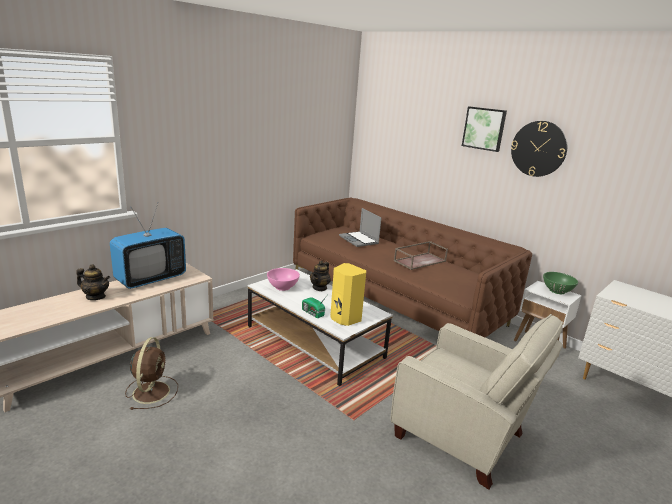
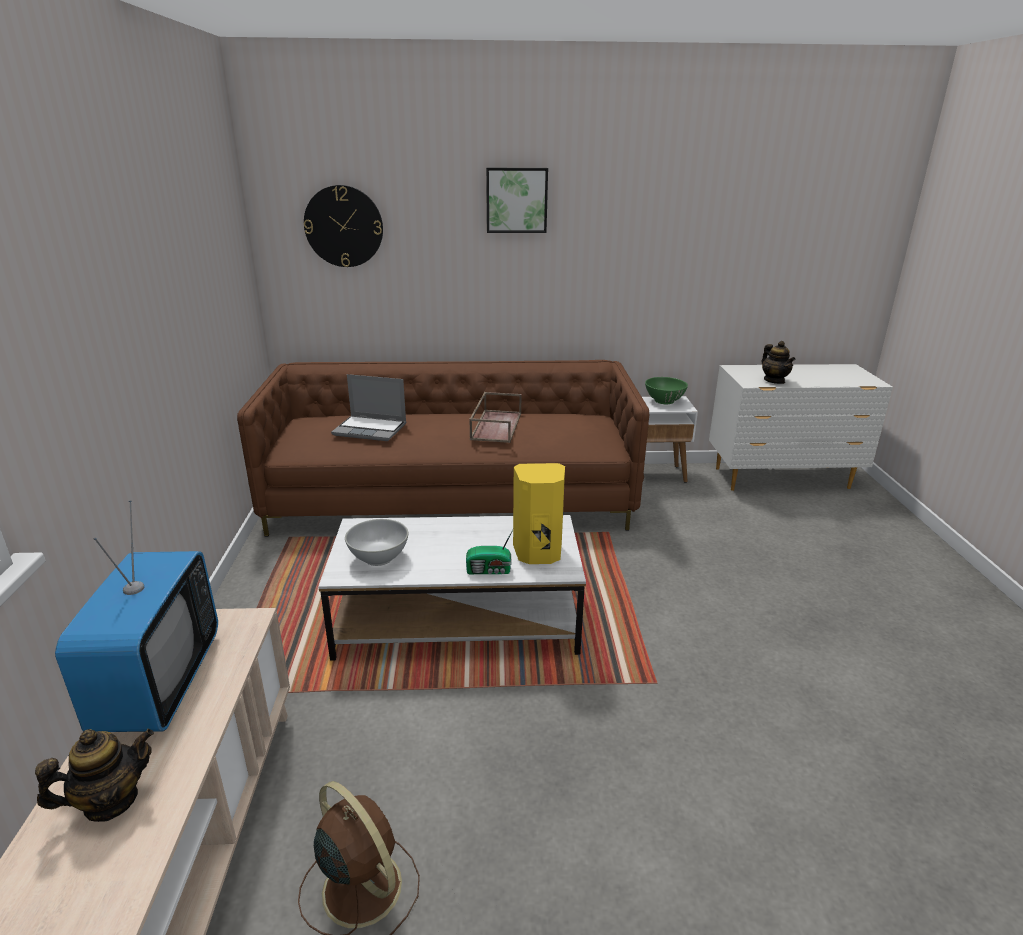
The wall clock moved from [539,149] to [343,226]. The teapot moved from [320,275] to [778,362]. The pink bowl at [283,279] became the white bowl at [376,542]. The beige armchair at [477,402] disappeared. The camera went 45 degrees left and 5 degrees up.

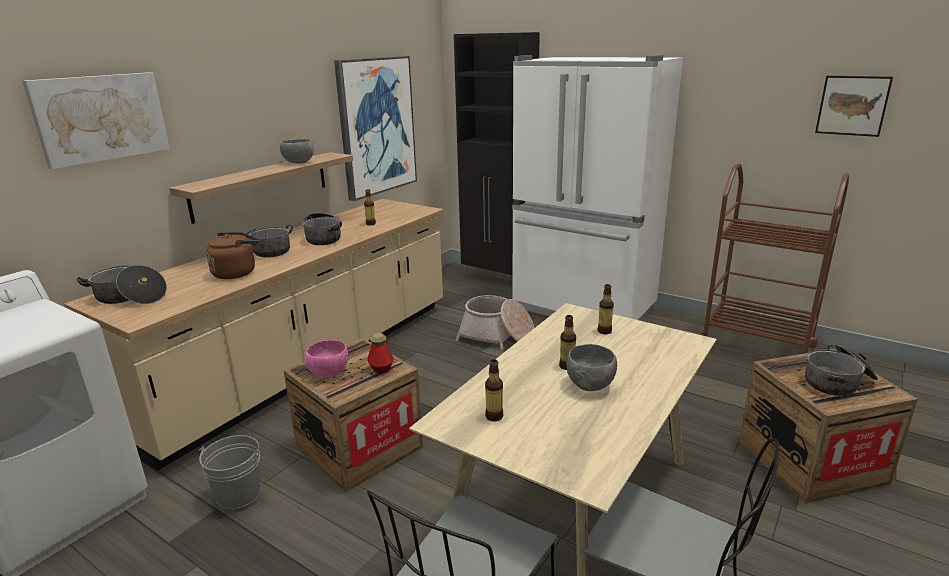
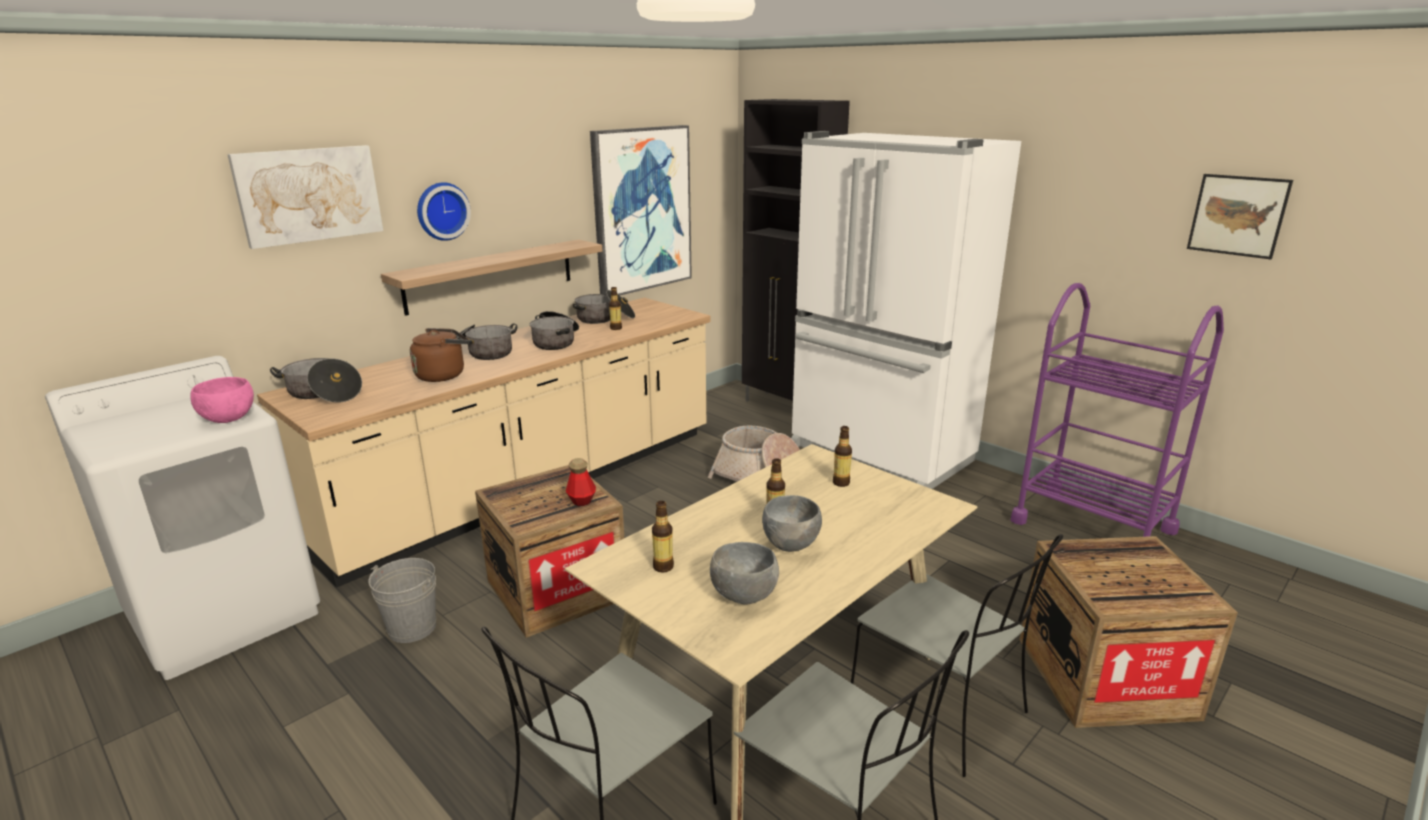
The grey bowl moved from [297,151] to [744,573]. The brown cart at [776,258] became the purple cart at [1117,410]. The pink bowl moved from [326,359] to [222,400]. The cooking pot moved from [841,370] to [604,307]. The wall clock at [444,211] appeared. The grey chair at [957,655] appeared. The camera went 10 degrees right and 0 degrees up.

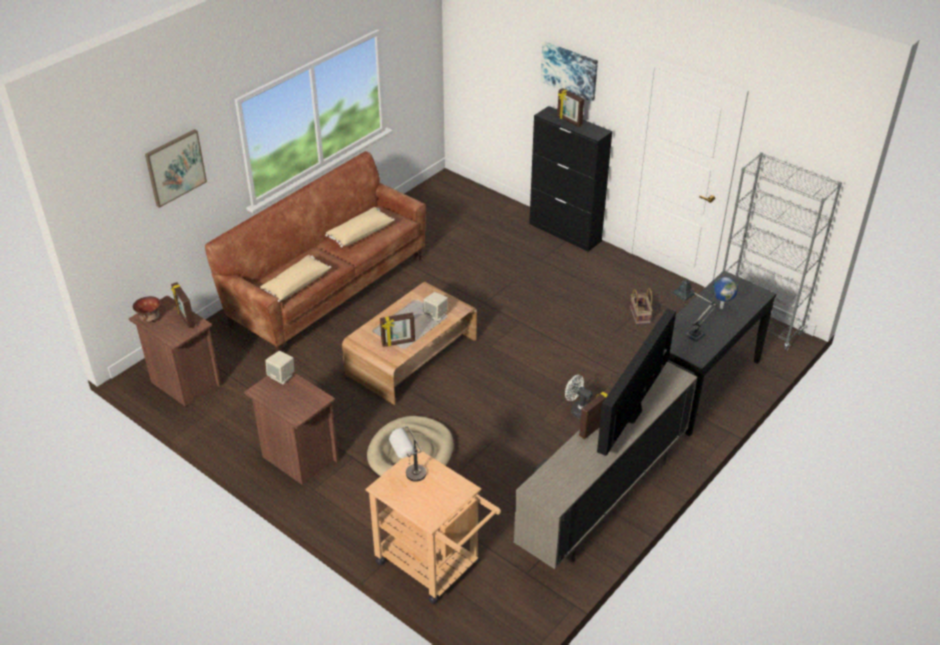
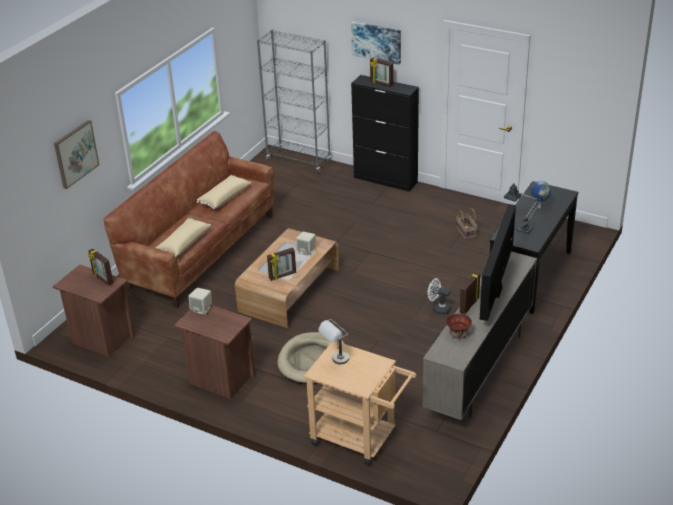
The grey bookcase moved from [782,251] to [294,101]. The bowl moved from [147,309] to [459,326]. The camera went 10 degrees left and 5 degrees down.

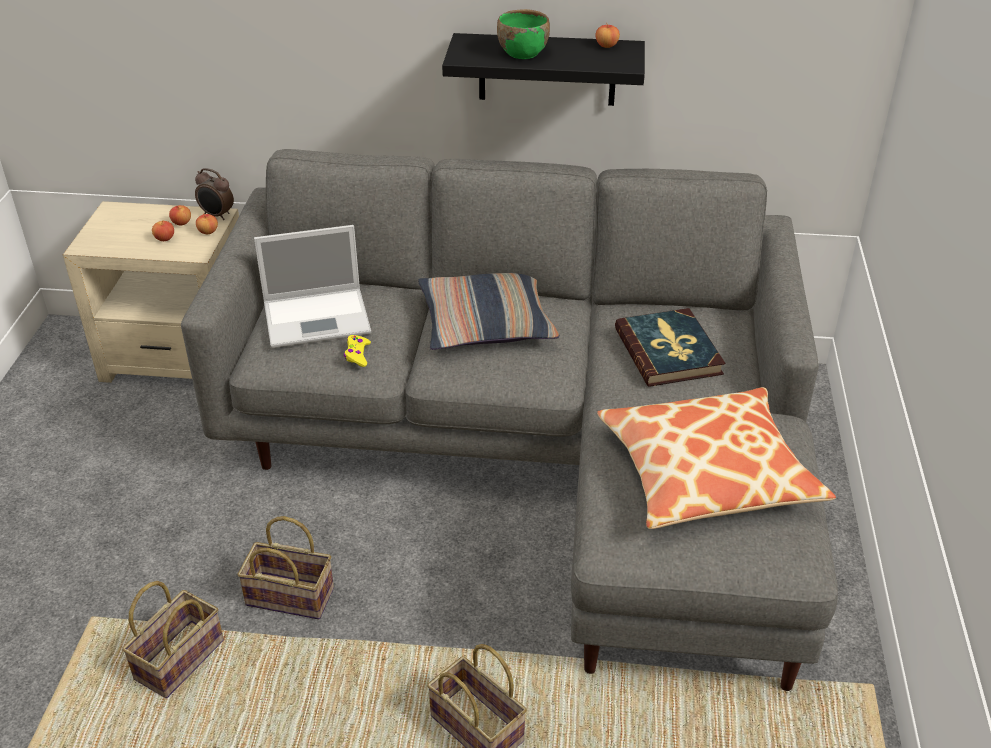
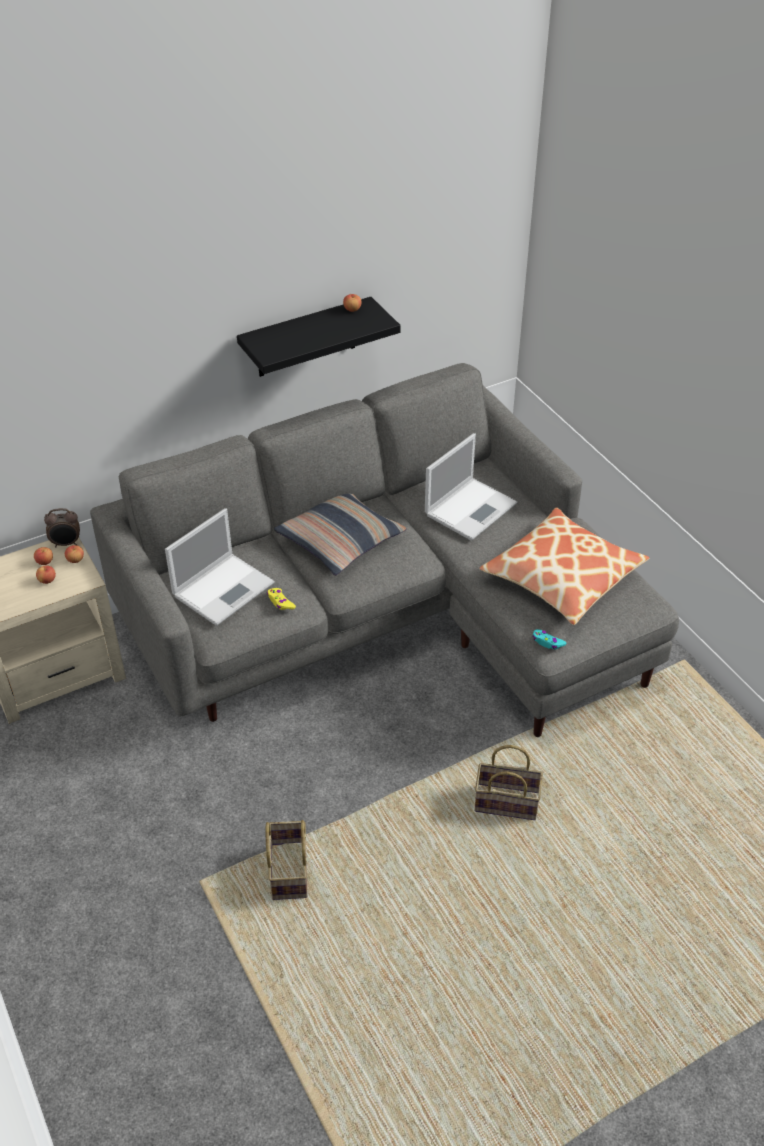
The green bowl at [523,34] disappeared. The book at [670,347] was replaced by the laptop at [471,487]. The basket at [285,567] disappeared. The turquoise game controller at [549,639] appeared. The camera went 35 degrees left and 5 degrees up.

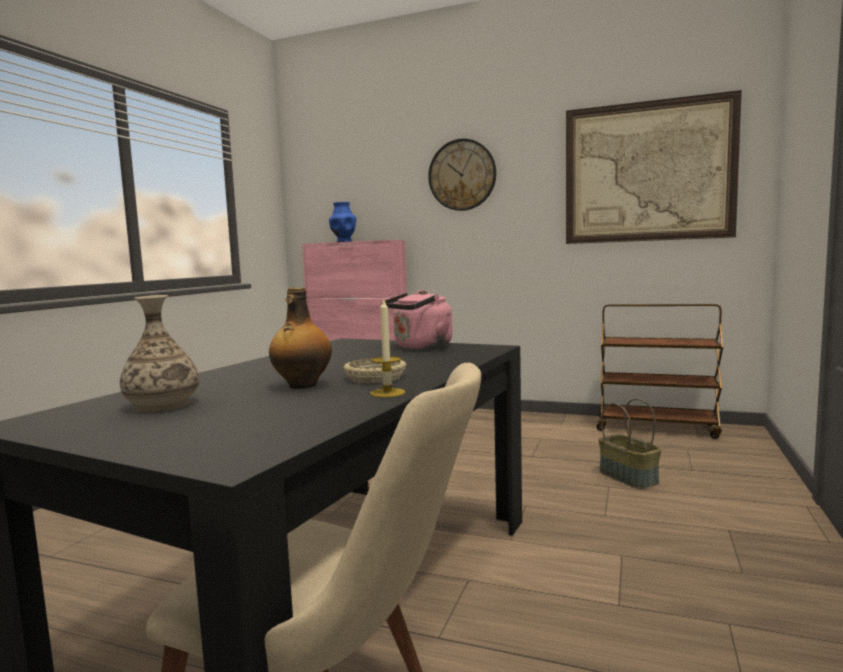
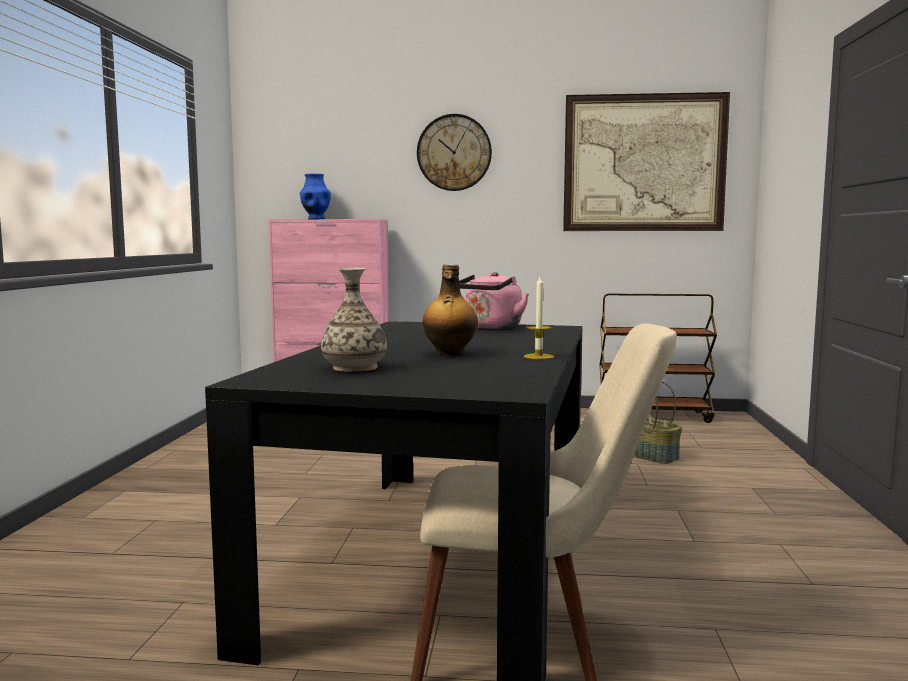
The beige bowl at [375,370] disappeared. The camera went 15 degrees left and 0 degrees up.

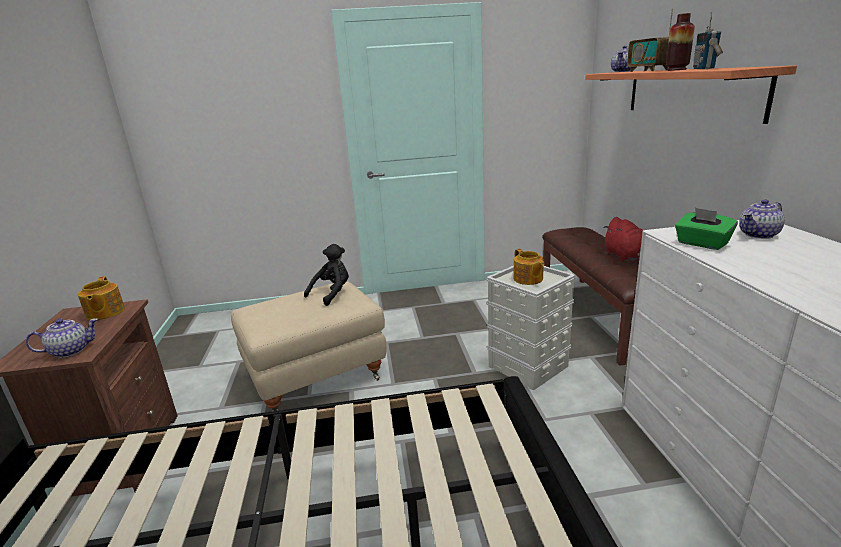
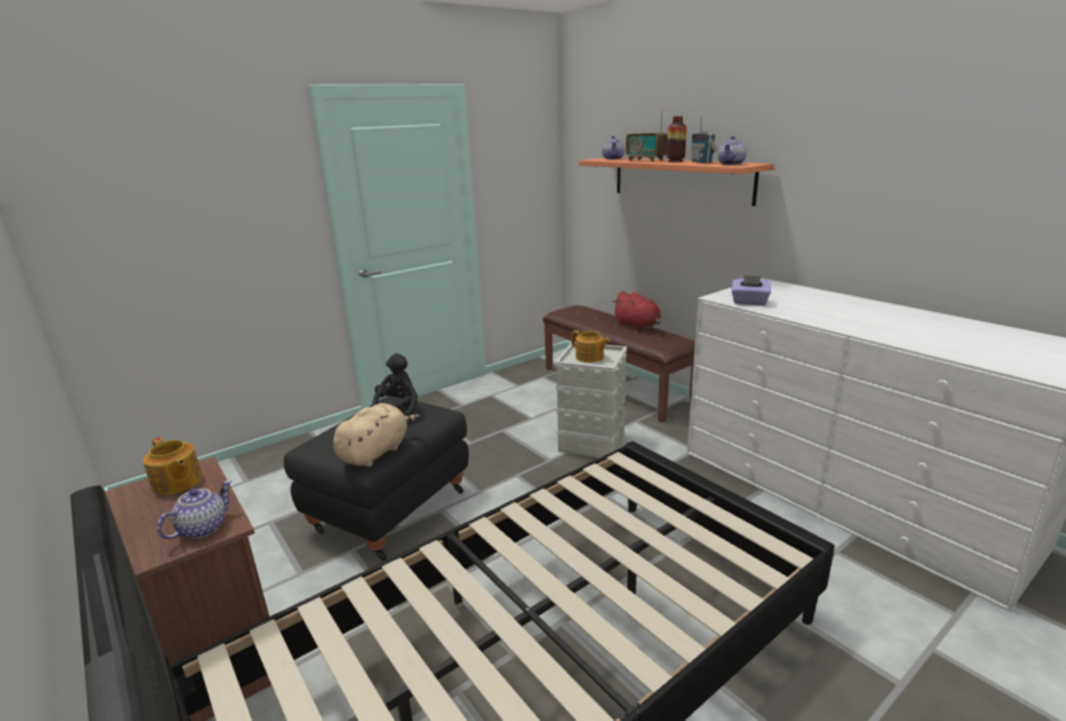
The teapot moved from [762,219] to [732,150]. The green tissue box at [706,229] became the purple tissue box at [751,290]. The beige ottoman at [309,346] became the black ottoman at [376,478]. The beige plush toy at [376,435] appeared. The camera went 30 degrees left and 0 degrees up.

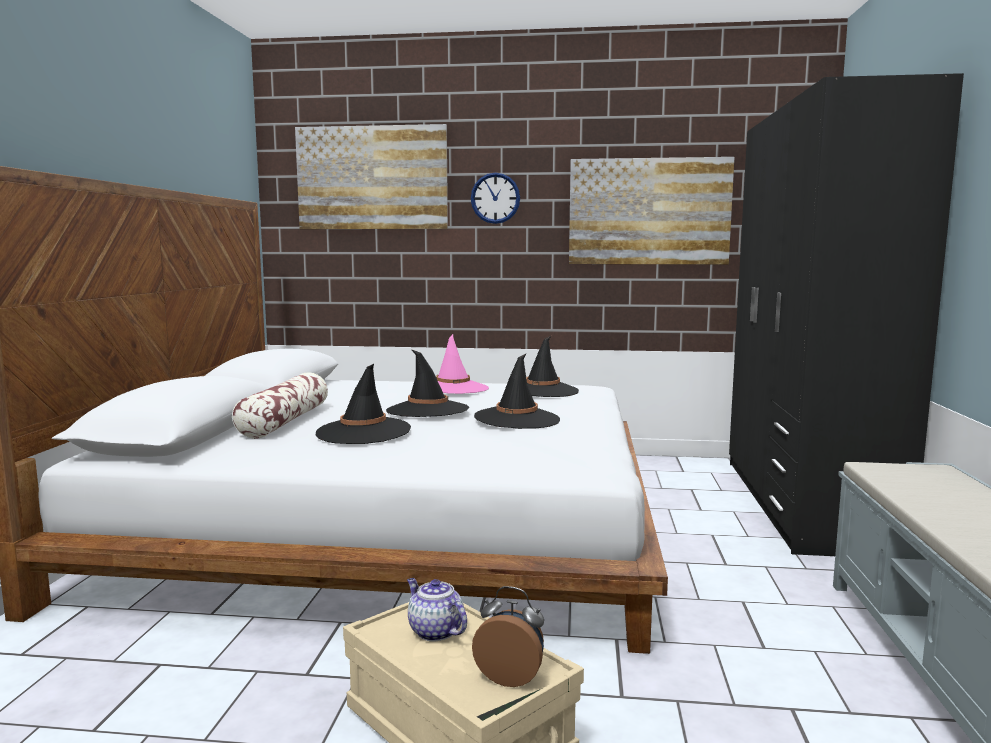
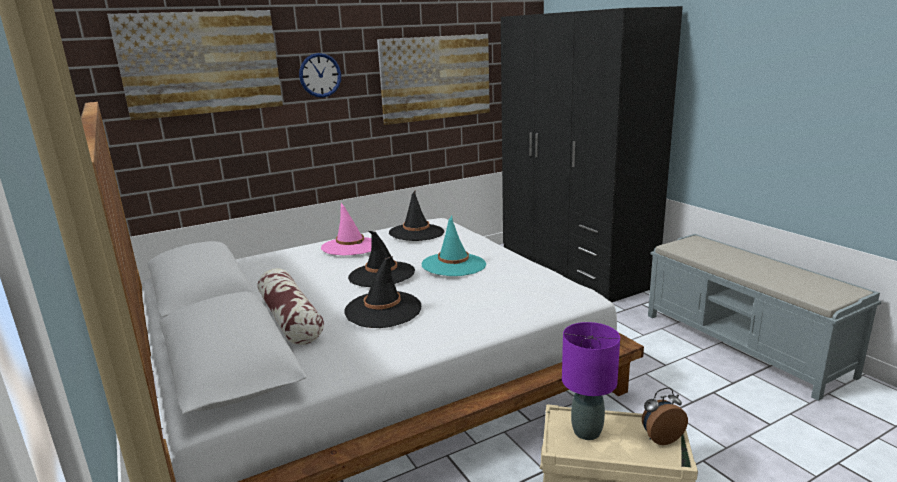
The black hat at [517,391] became the turquoise hat at [454,246]. The teapot at [437,610] was replaced by the purple table lamp at [591,381]. The camera went 35 degrees left and 10 degrees up.

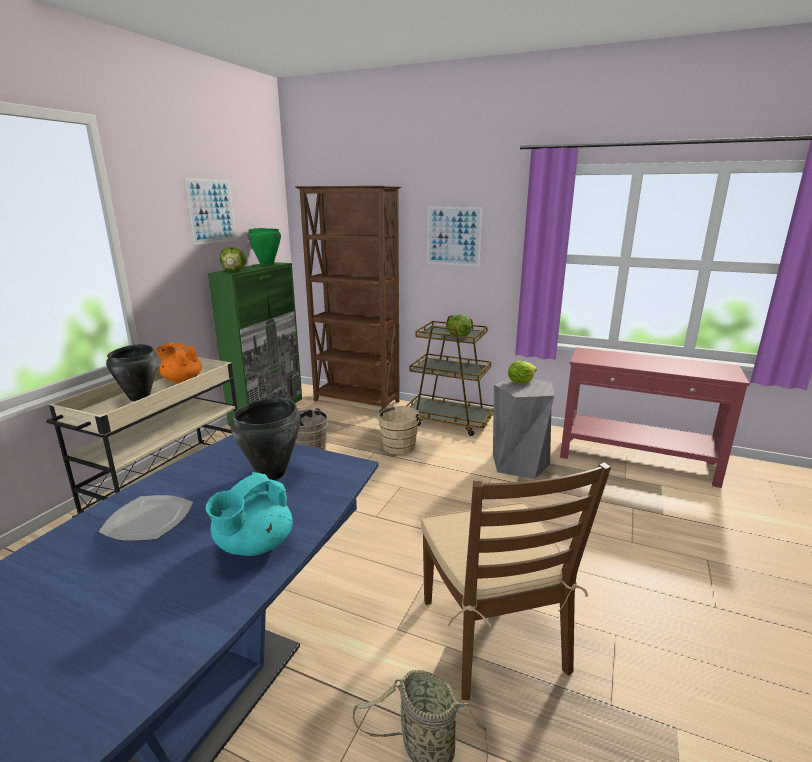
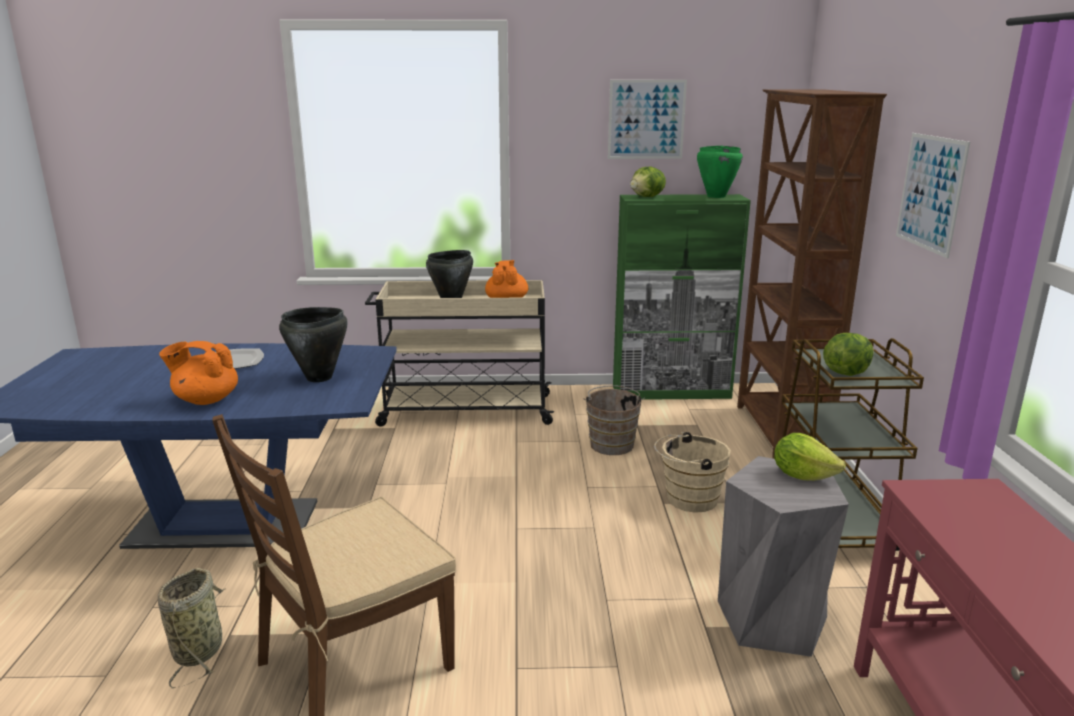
The turquoise teapot at [249,514] became the orange teapot at [198,373]. The camera went 65 degrees right and 0 degrees up.

